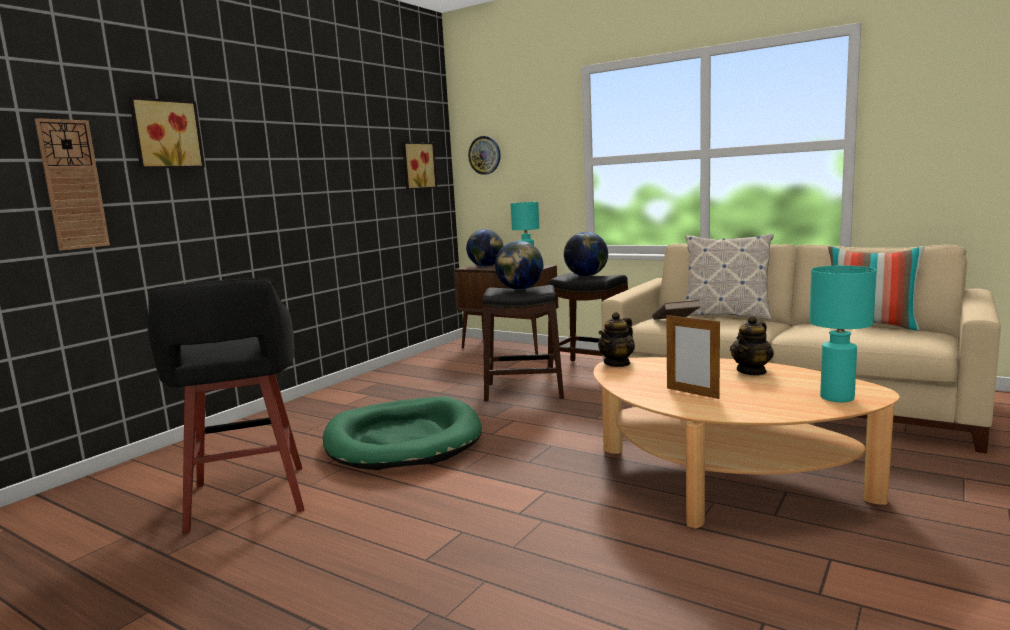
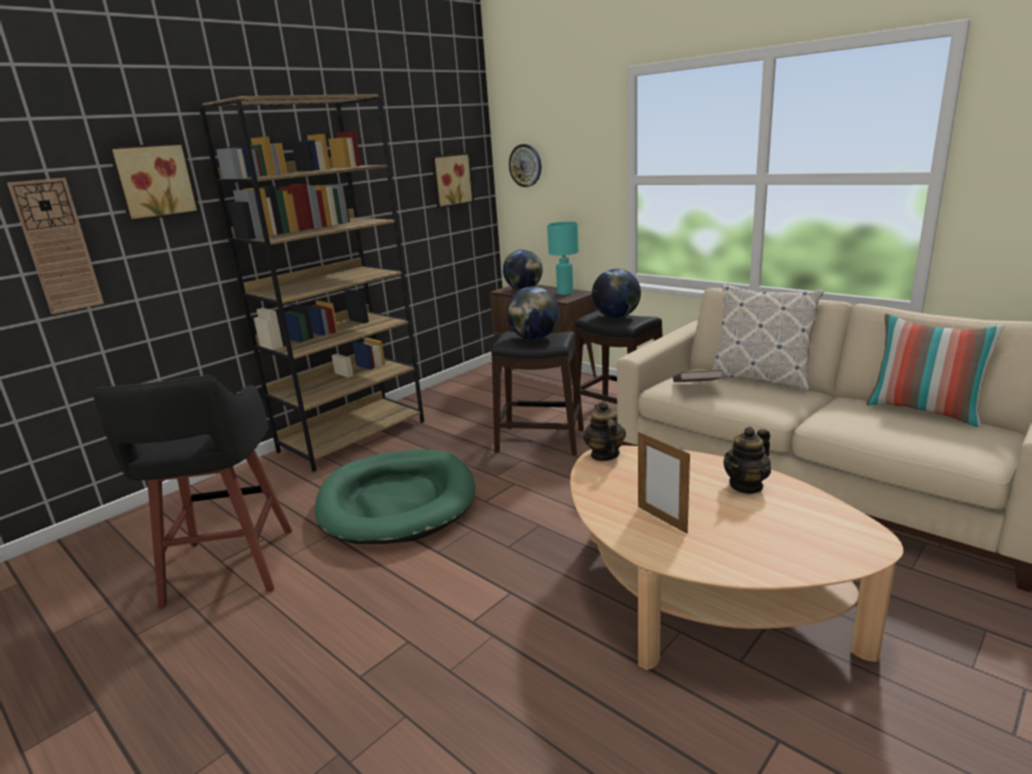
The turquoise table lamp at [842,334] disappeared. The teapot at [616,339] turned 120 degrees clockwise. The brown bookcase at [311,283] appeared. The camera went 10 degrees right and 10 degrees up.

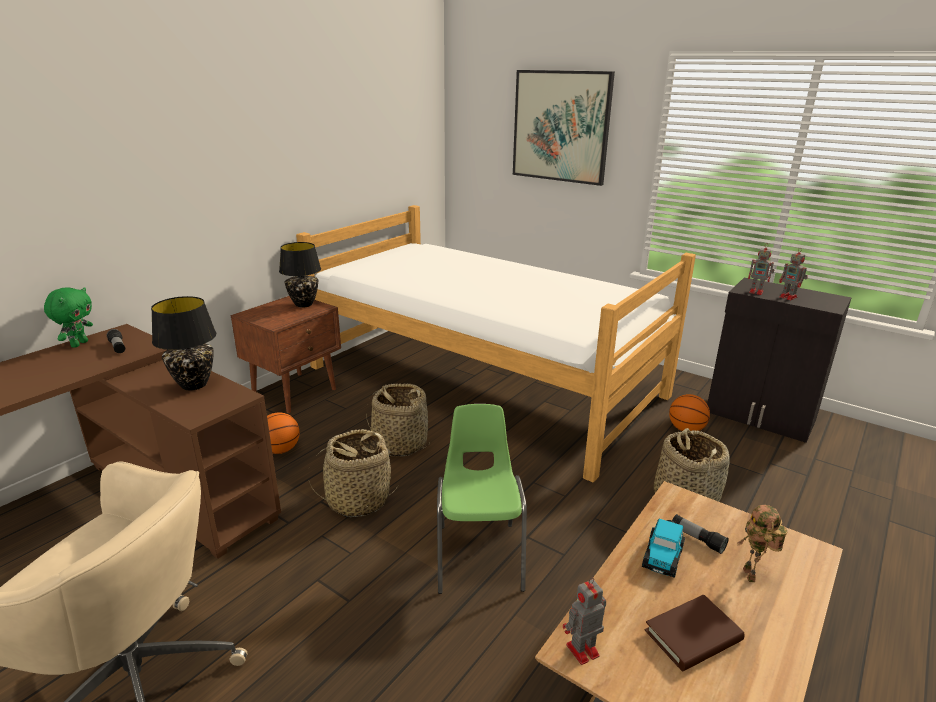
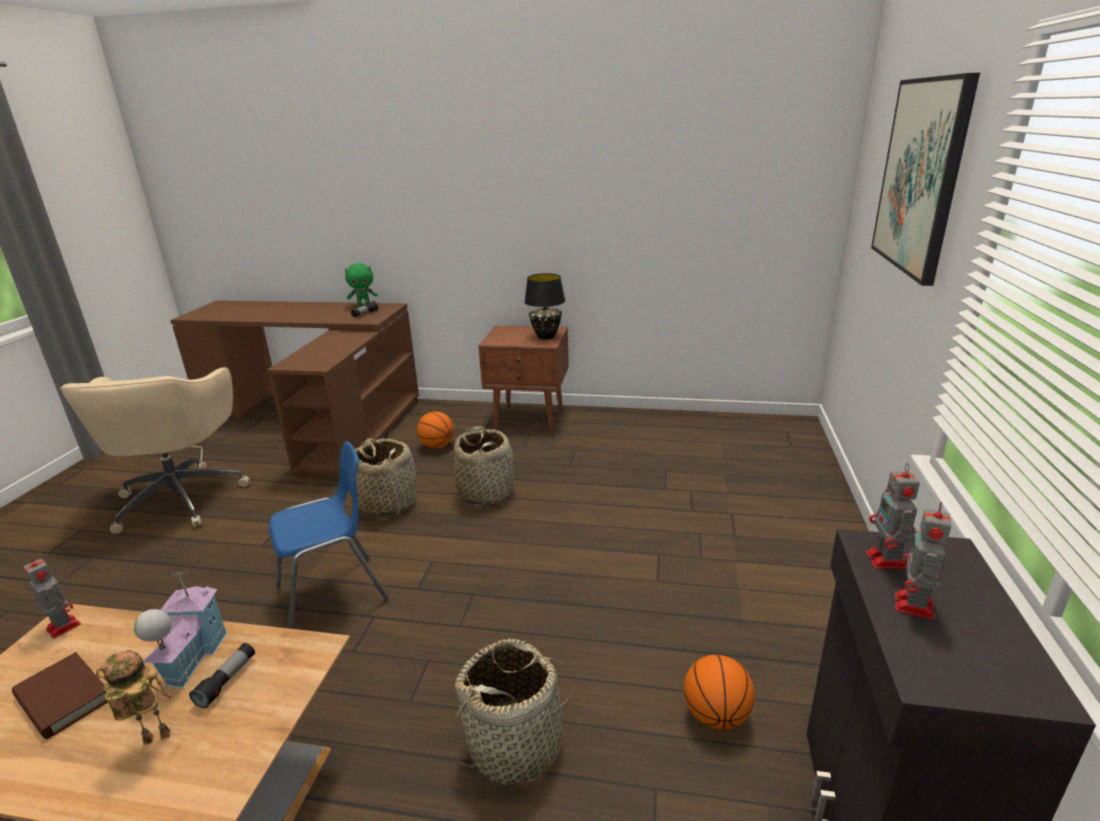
The bed at [496,343] disappeared. The black table lamp at [183,343] disappeared. The green chair at [482,499] became the blue chair at [329,535]. The toy car at [663,548] was replaced by the toy house at [181,628]. The camera went 65 degrees right and 0 degrees up.

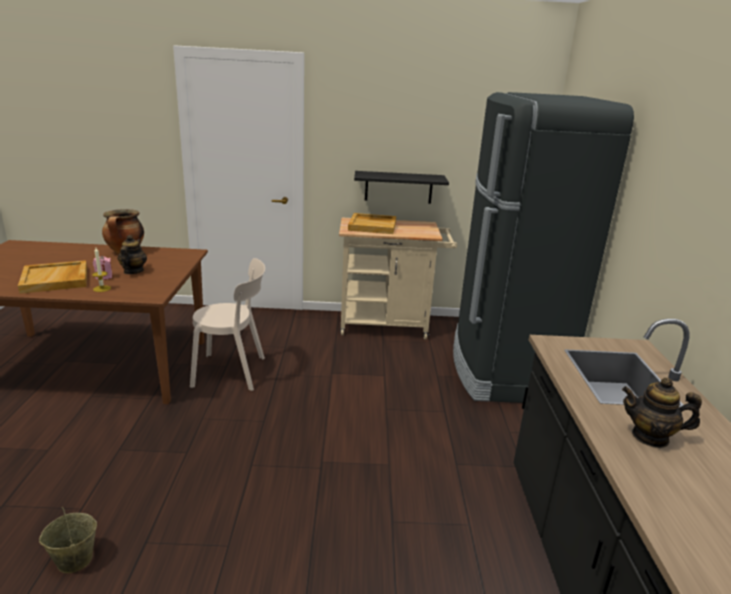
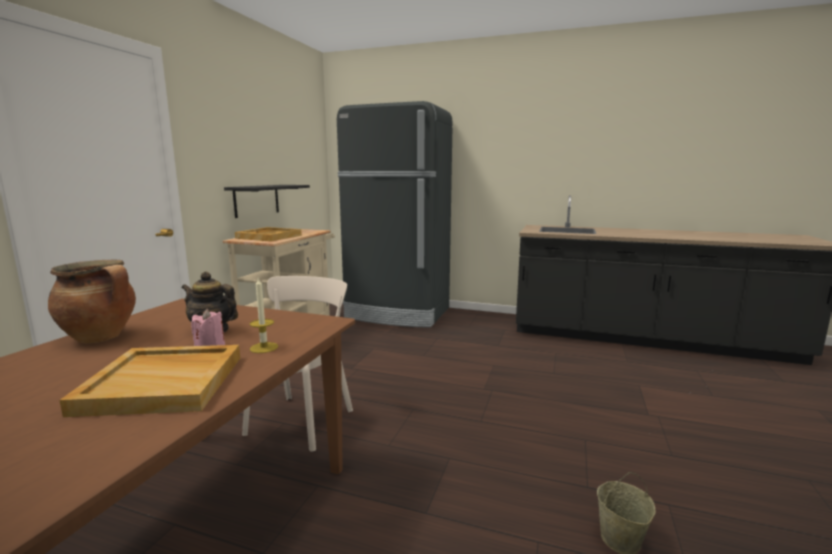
The teapot at [662,413] disappeared. The camera went 70 degrees left and 10 degrees down.

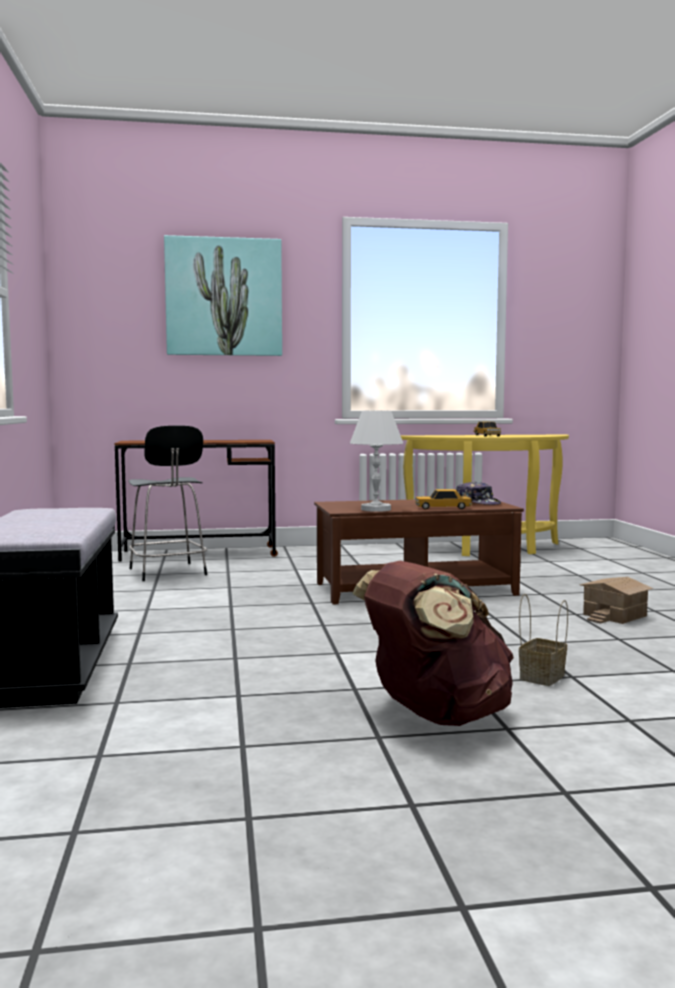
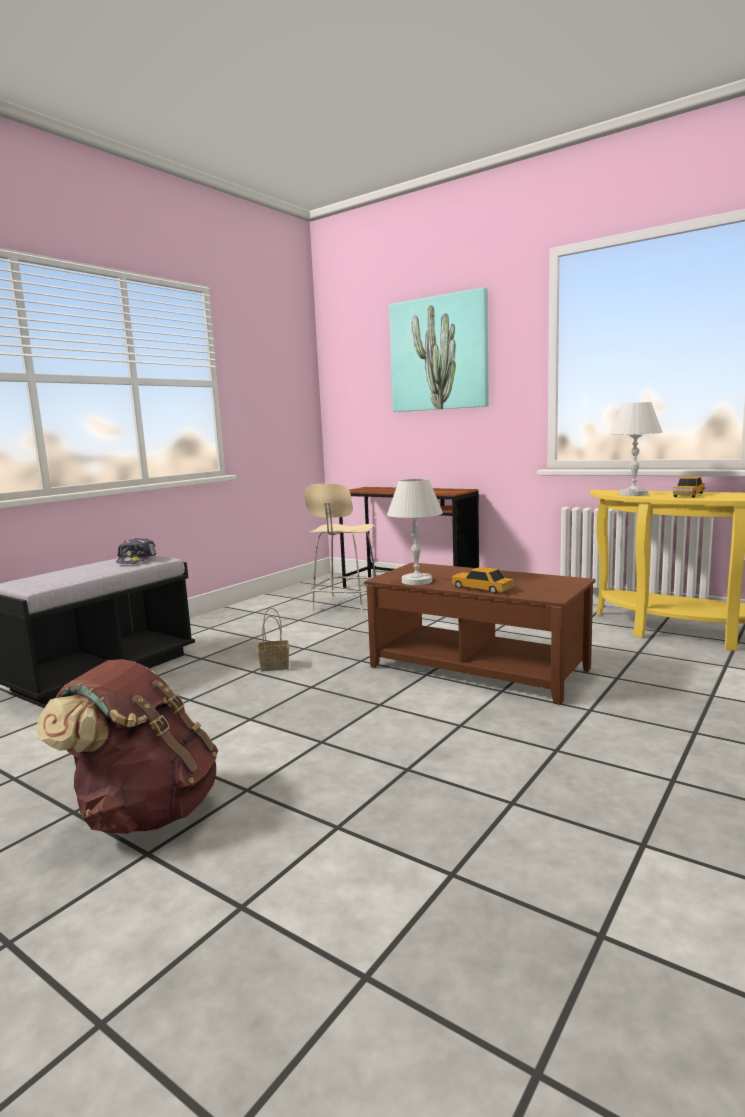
The black stool at [167,503] became the beige stool at [340,548]. The cap moved from [478,493] to [136,551]. The toy house at [616,600] disappeared. The basket moved from [543,640] to [273,639]. The white table lamp at [636,449] appeared. The camera went 45 degrees right and 5 degrees up.

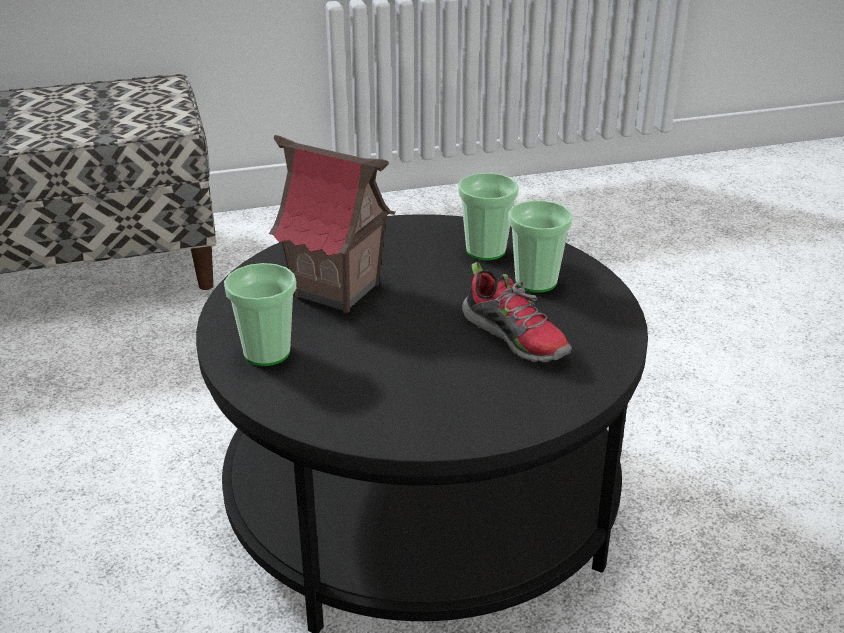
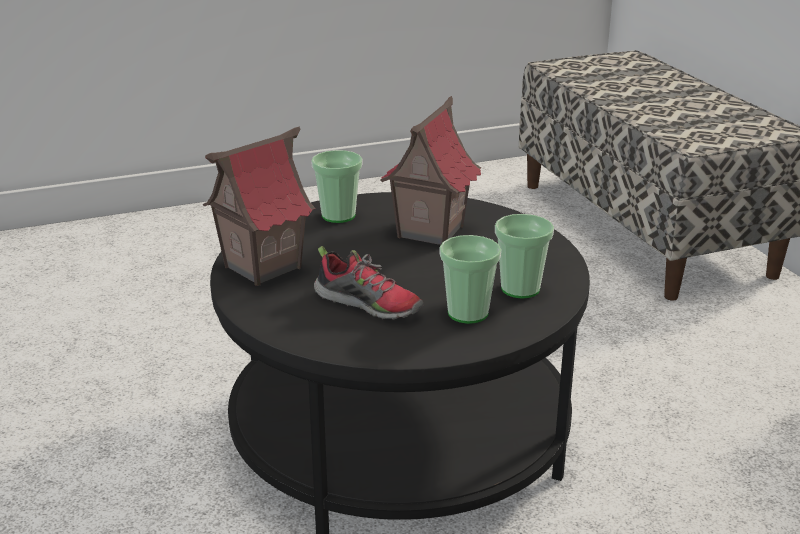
The shoe at [517,312] turned 105 degrees counterclockwise. The toy house at [259,206] appeared. The camera went 85 degrees right and 5 degrees down.

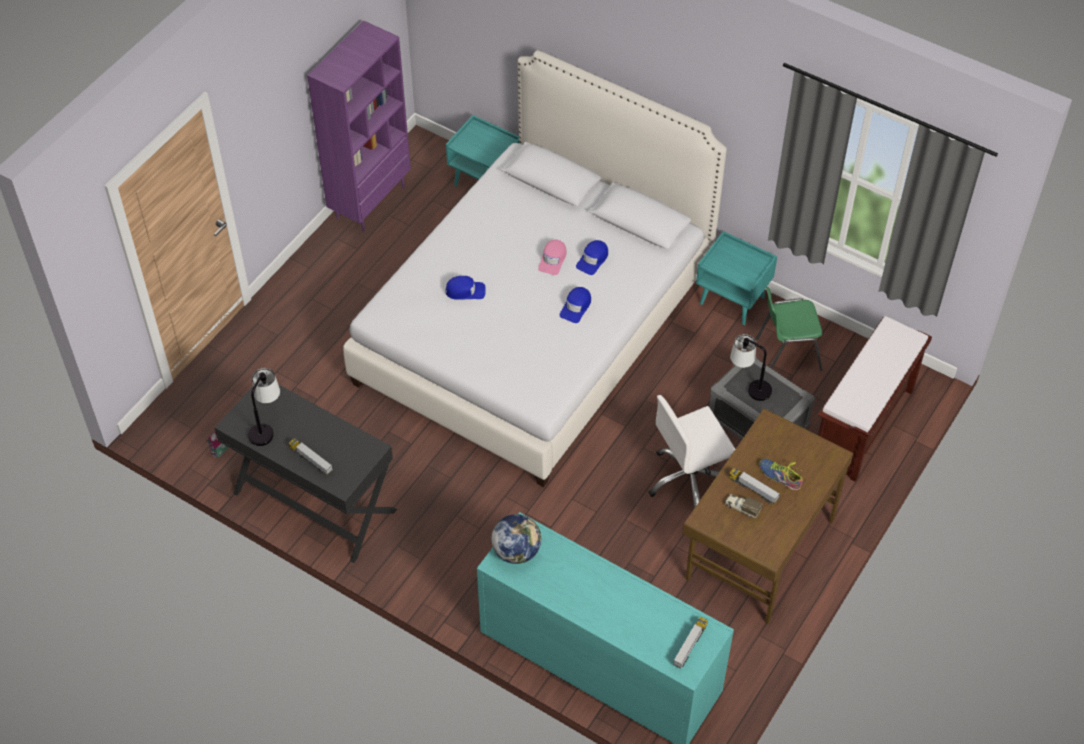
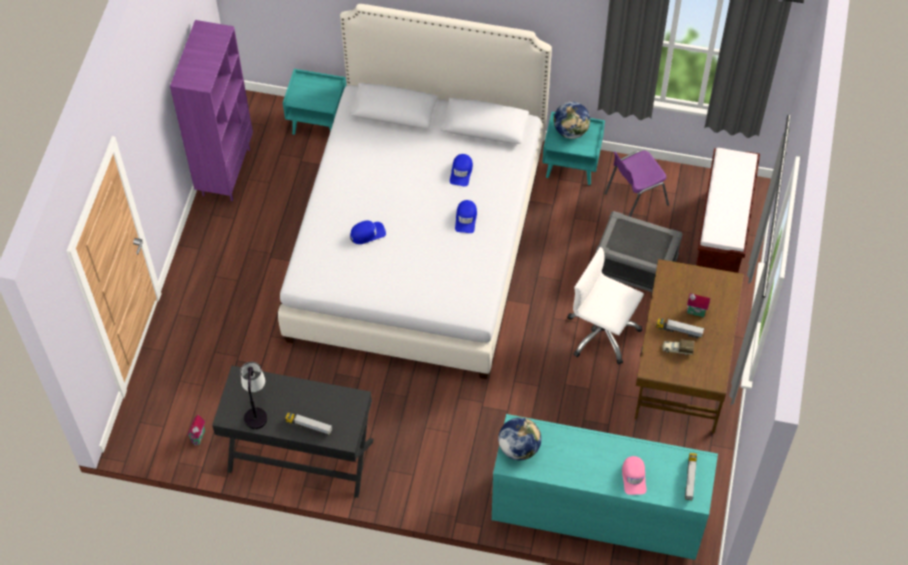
The pink cap moved from [552,257] to [634,475]. The green chair at [789,329] became the purple chair at [636,184]. The table lamp at [751,367] disappeared. The white office chair at [692,451] turned 75 degrees clockwise. The shoe at [781,474] was replaced by the toy house at [698,305]. The globe at [572,120] appeared. The camera went 20 degrees left and 5 degrees up.

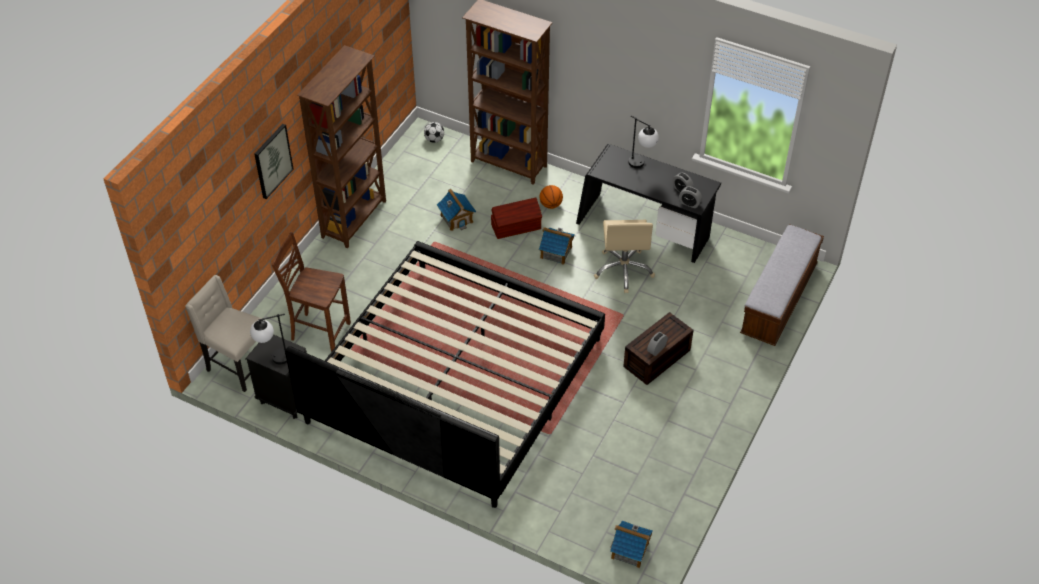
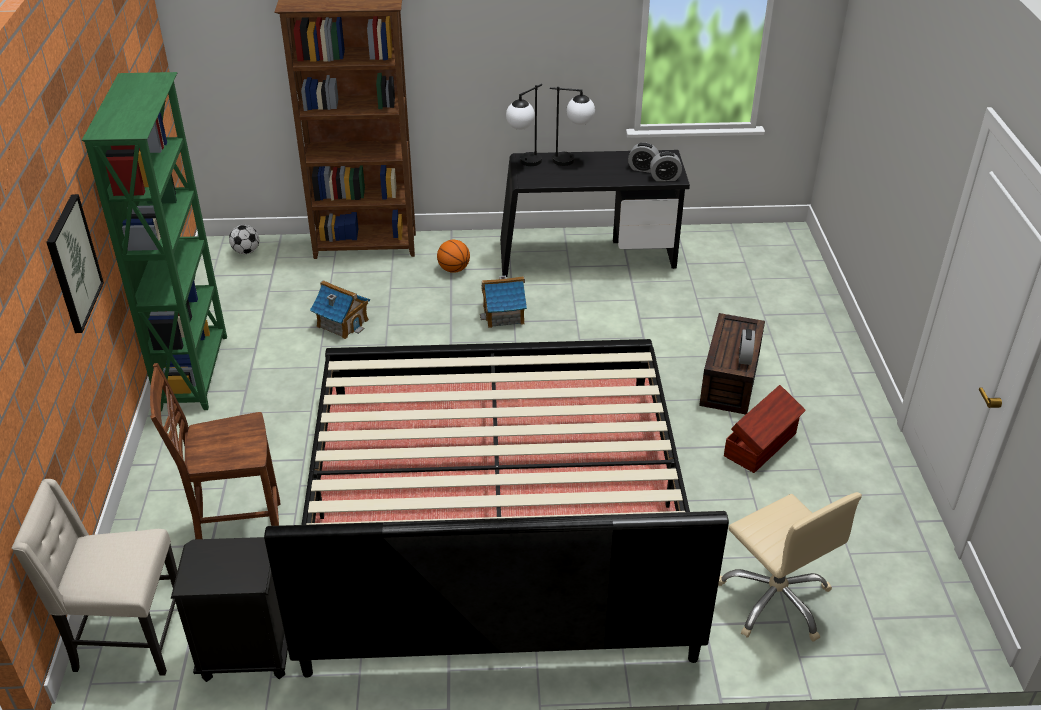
The brown bookcase at [341,146] became the green bookcase at [154,242]. The brown storage box moved from [516,218] to [765,429]. The beige office chair moved from [624,256] to [790,567]. The bench at [782,285] disappeared. The table lamp moved from [268,339] to [524,125]. The toy house at [631,544] disappeared. The camera went 30 degrees left and 10 degrees down.

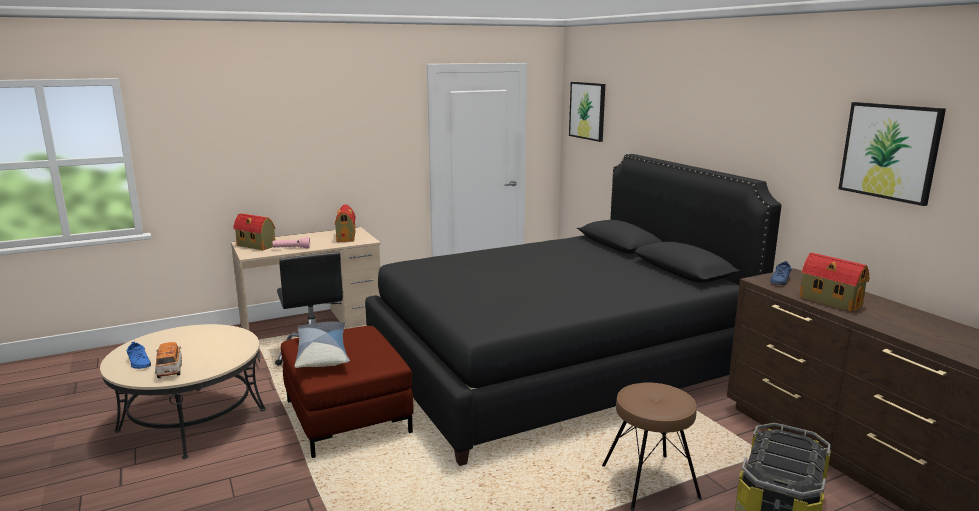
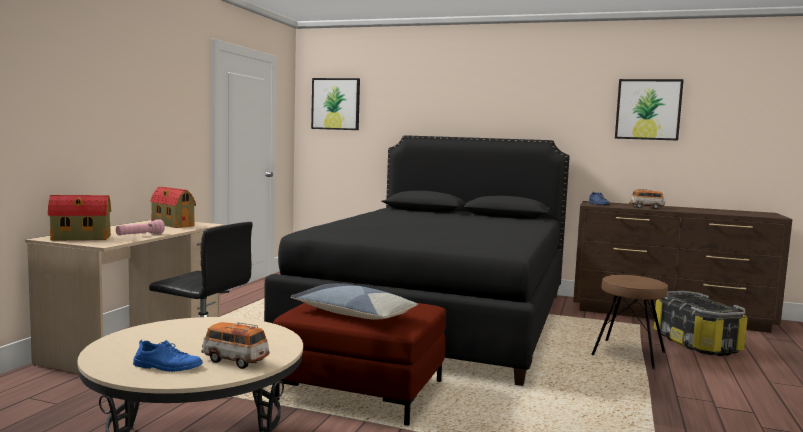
The toy house at [834,282] was replaced by the toy car at [647,199]. The camera went 45 degrees left and 10 degrees down.

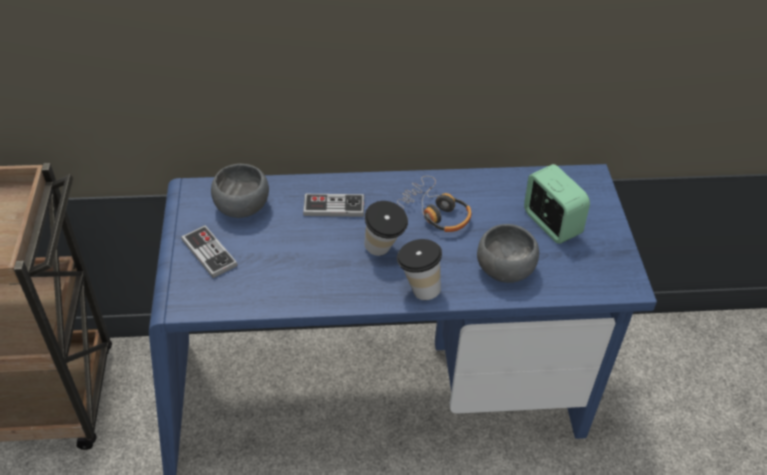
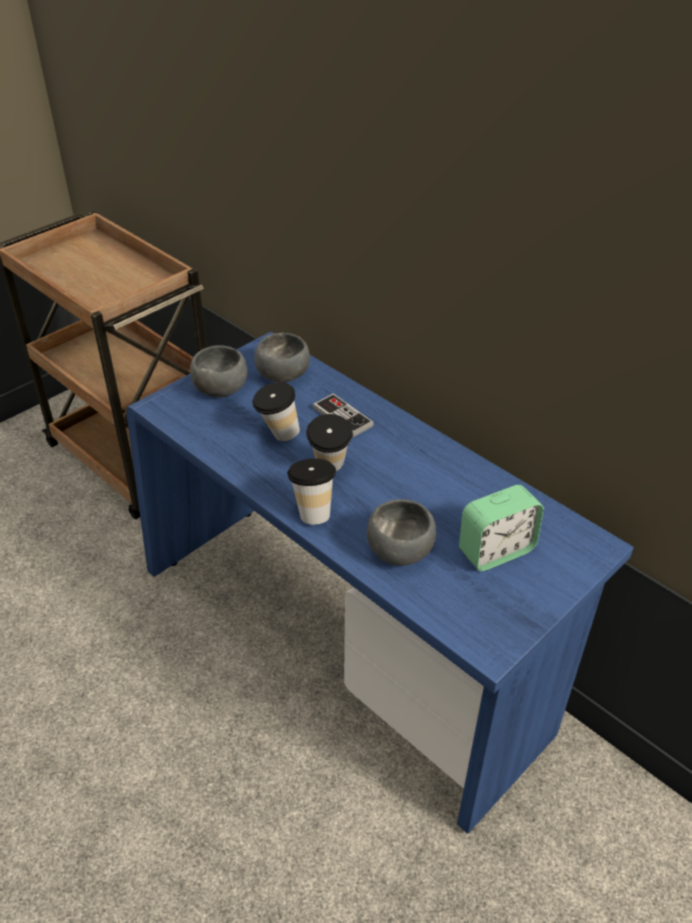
The alarm clock at [557,204] turned 45 degrees clockwise. The headphones at [434,204] disappeared. The game controller at [209,251] was replaced by the grey bowl at [219,371]. The cup at [276,411] appeared. The camera went 50 degrees right and 5 degrees down.

